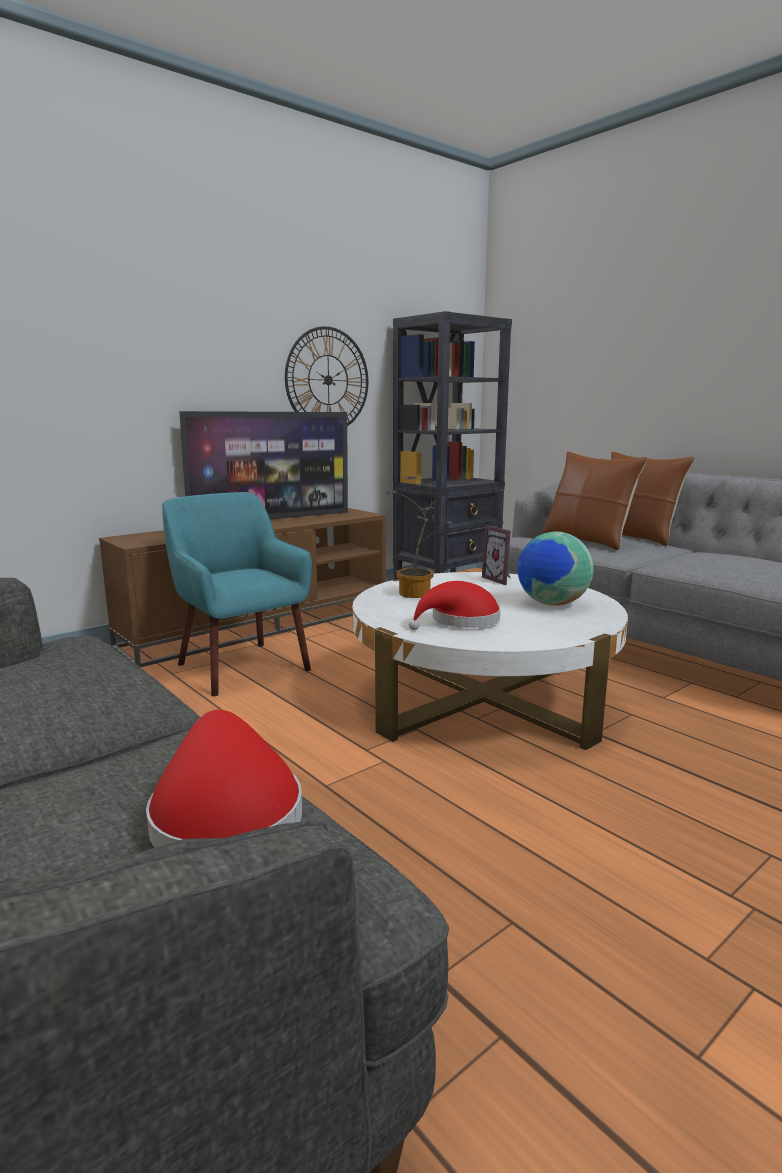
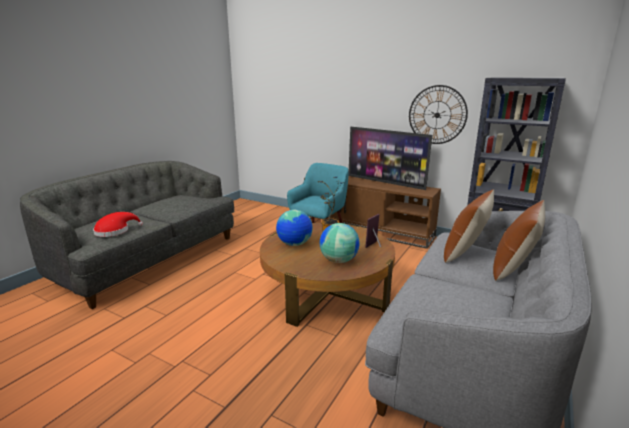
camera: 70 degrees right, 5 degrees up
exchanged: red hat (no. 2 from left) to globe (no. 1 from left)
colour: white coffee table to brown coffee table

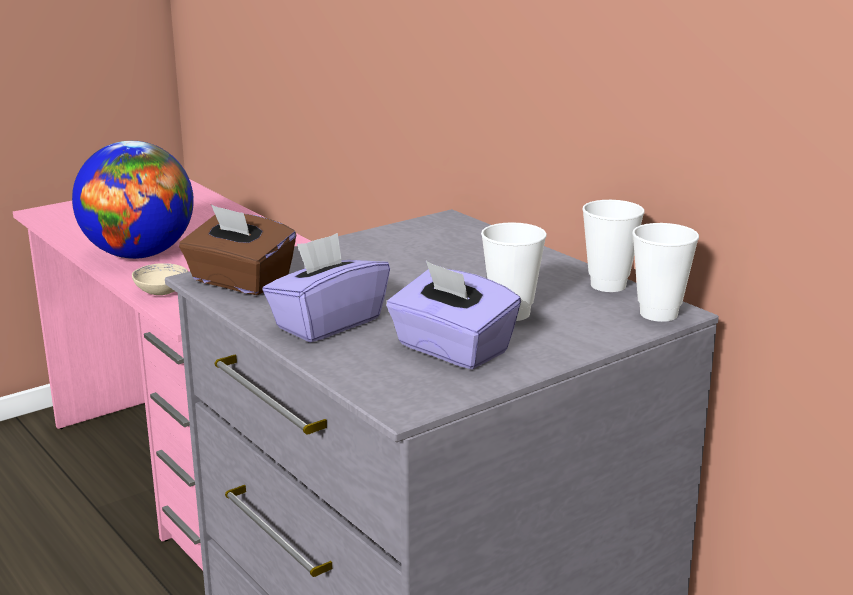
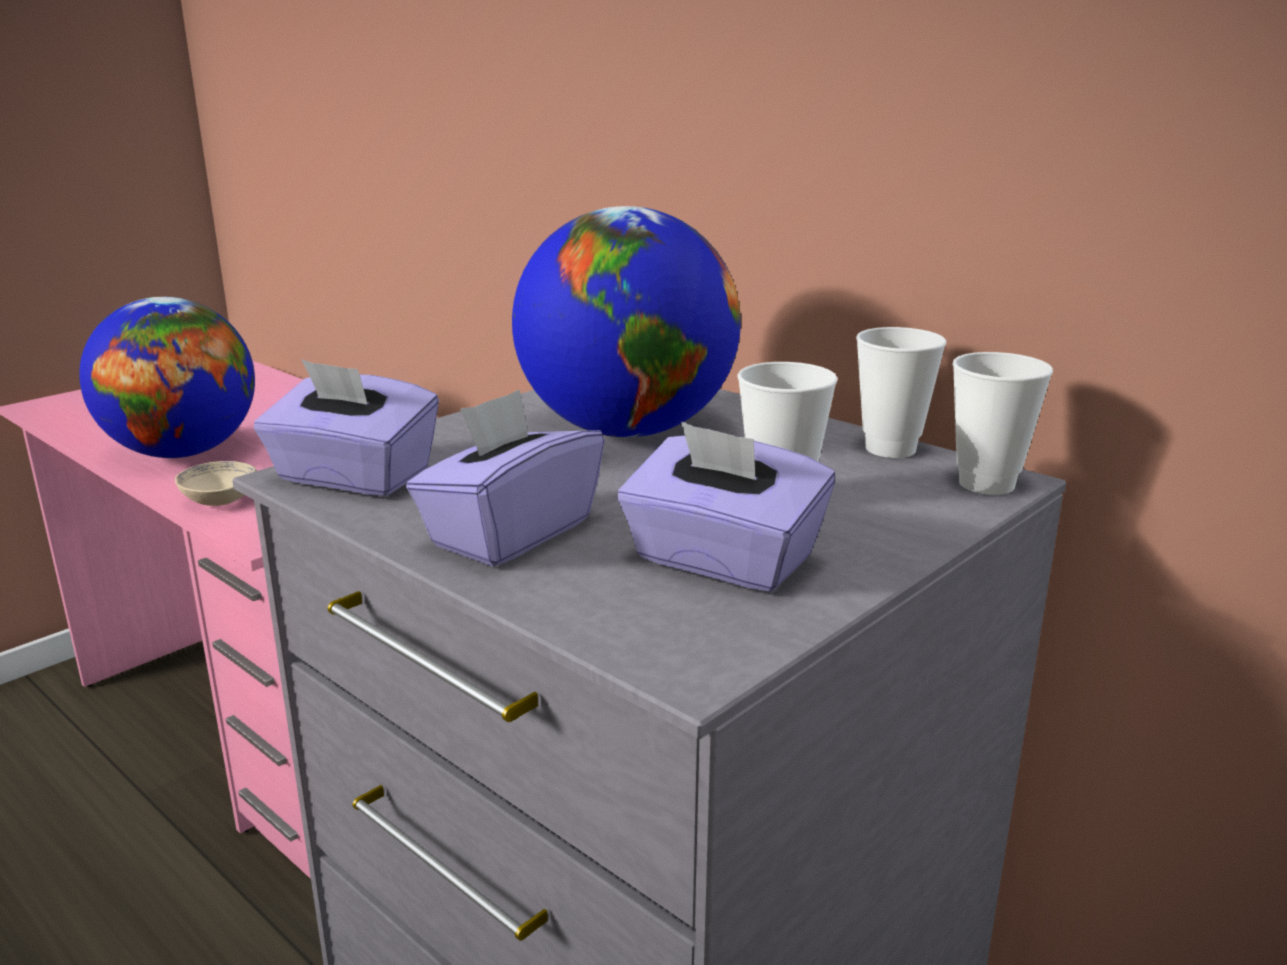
camera: 10 degrees left, 0 degrees up
appeared: globe (no. 2 from left)
colour: brown tissue box to purple tissue box (no. 1 from left)

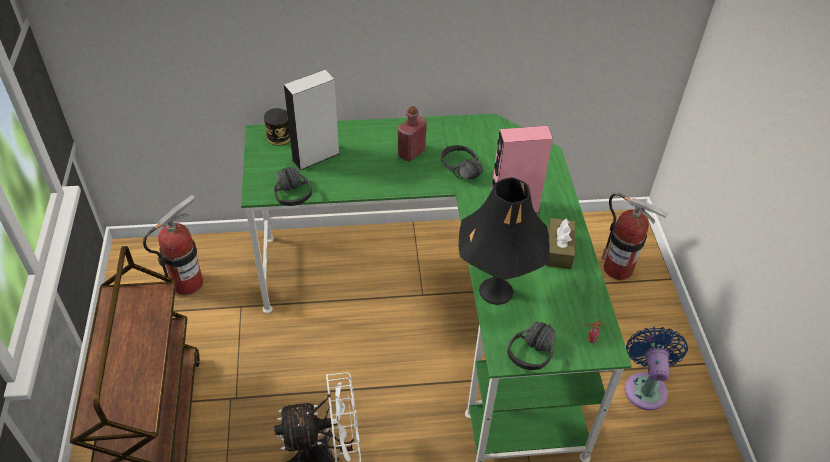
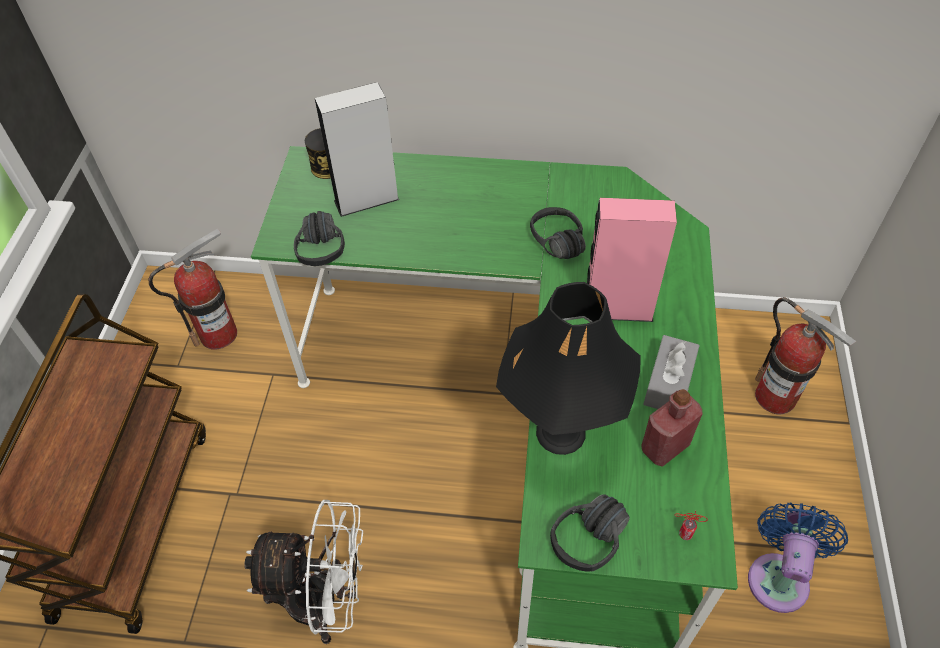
camera: 15 degrees right, 5 degrees up
relocated: red bottle
colour: brown tissue box to grey tissue box

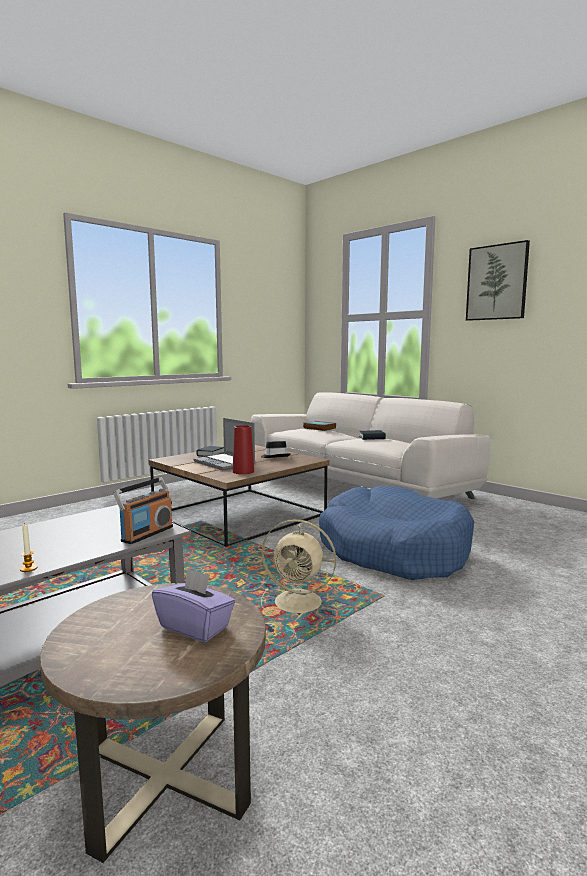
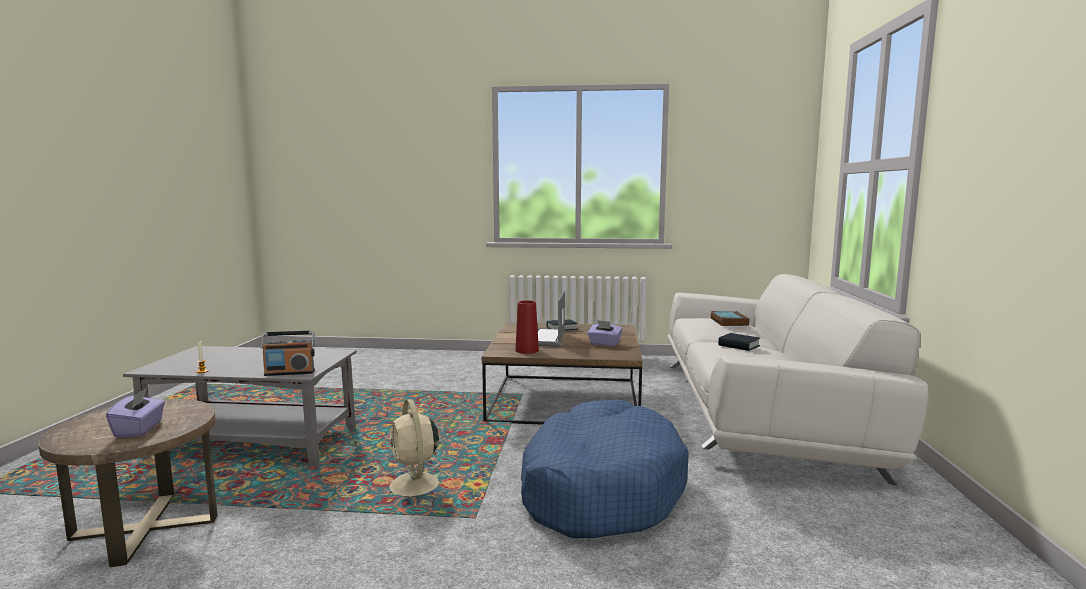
camera: 50 degrees right, 0 degrees up
missing: picture
exchanged: black hat to purple tissue box (no. 2 from left)

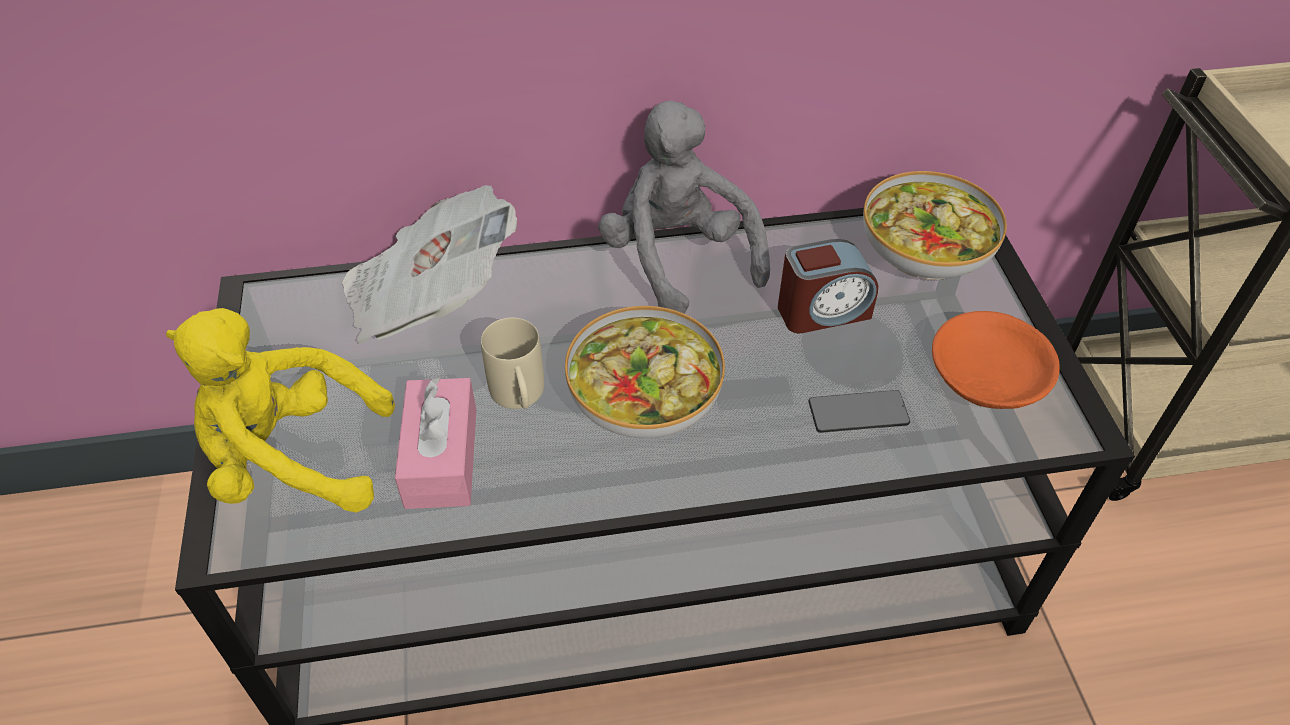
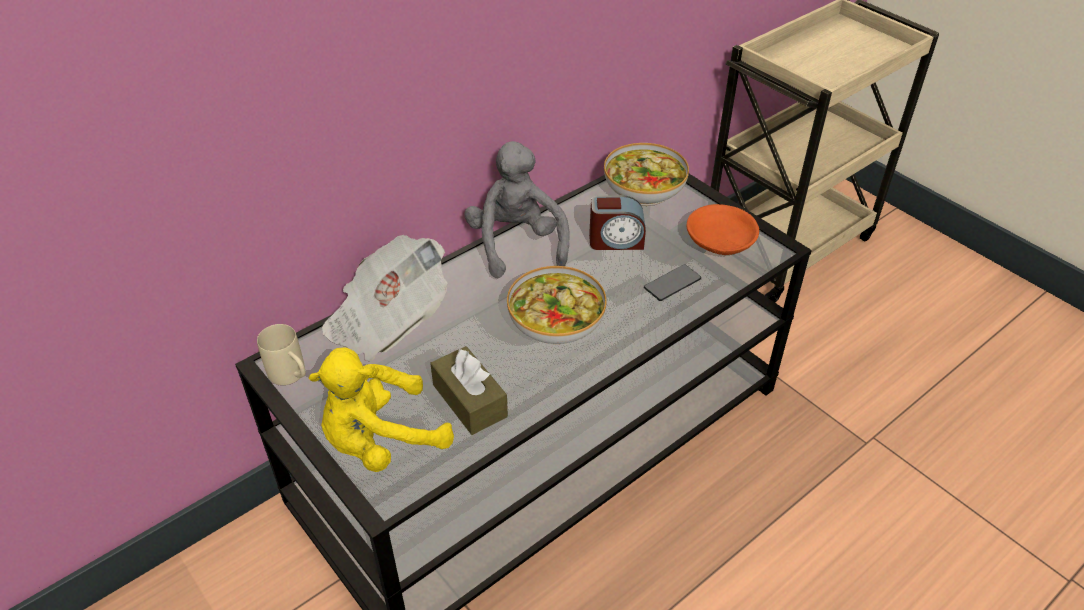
camera: 30 degrees left, 5 degrees down
relocated: beige mug
colour: pink tissue box to brown tissue box
spun: grey plush toy 45 degrees clockwise; alarm clock 45 degrees clockwise

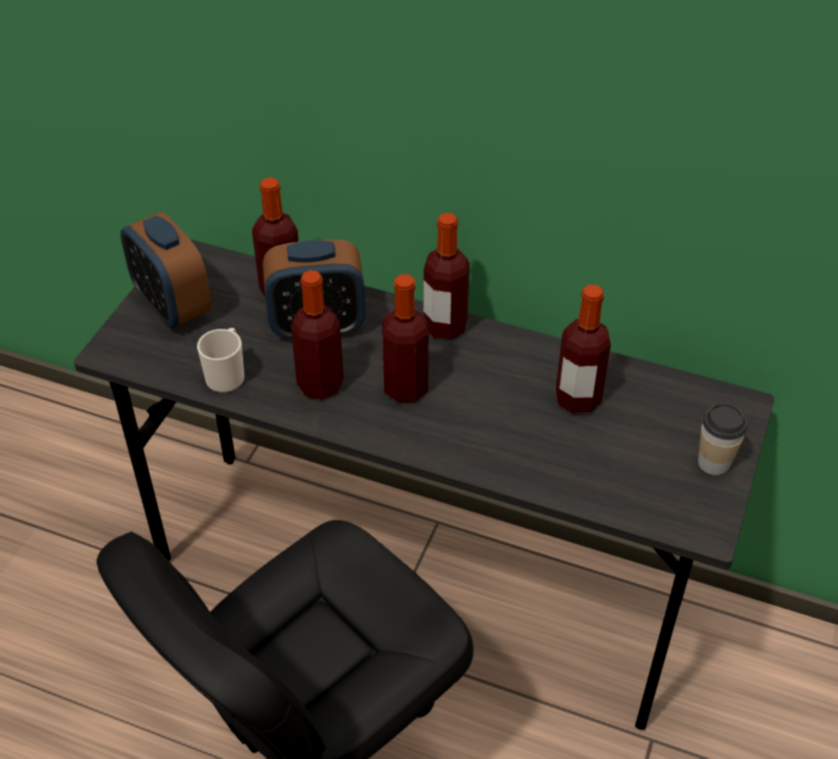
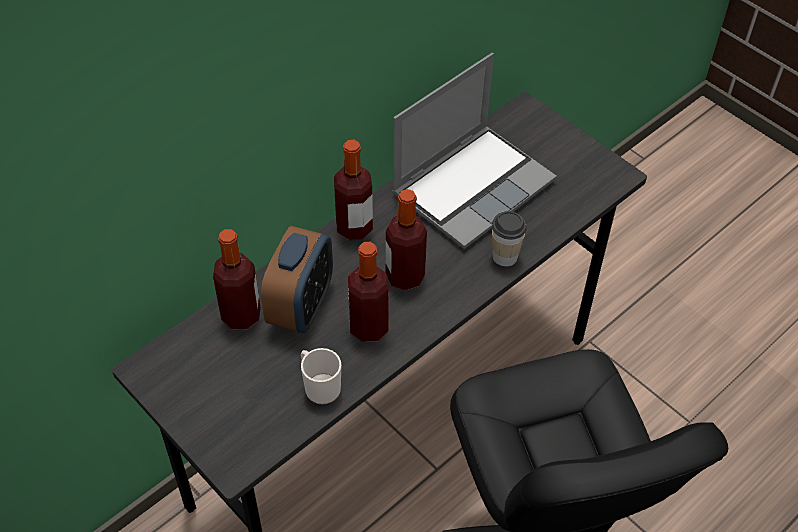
camera: 65 degrees left, 5 degrees up
missing: alarm clock (no. 1 from left)
relocated: cup
exchanged: bottle (no. 5 from left) to laptop

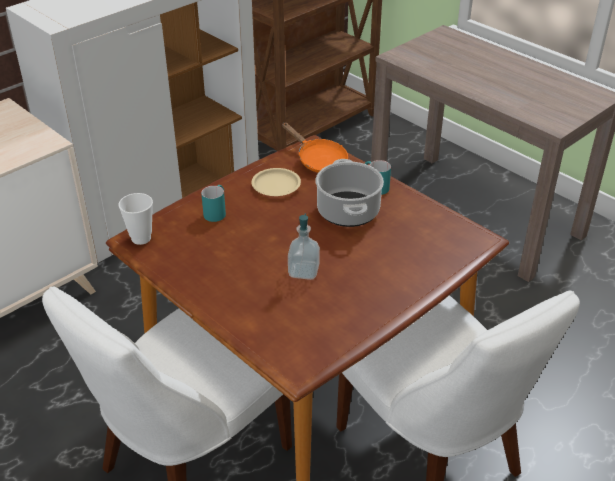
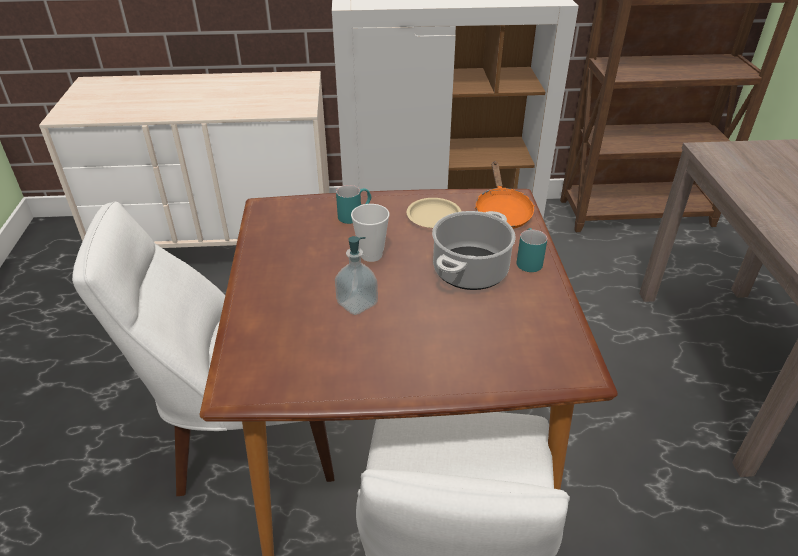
camera: 40 degrees right, 0 degrees up
relocated: cup

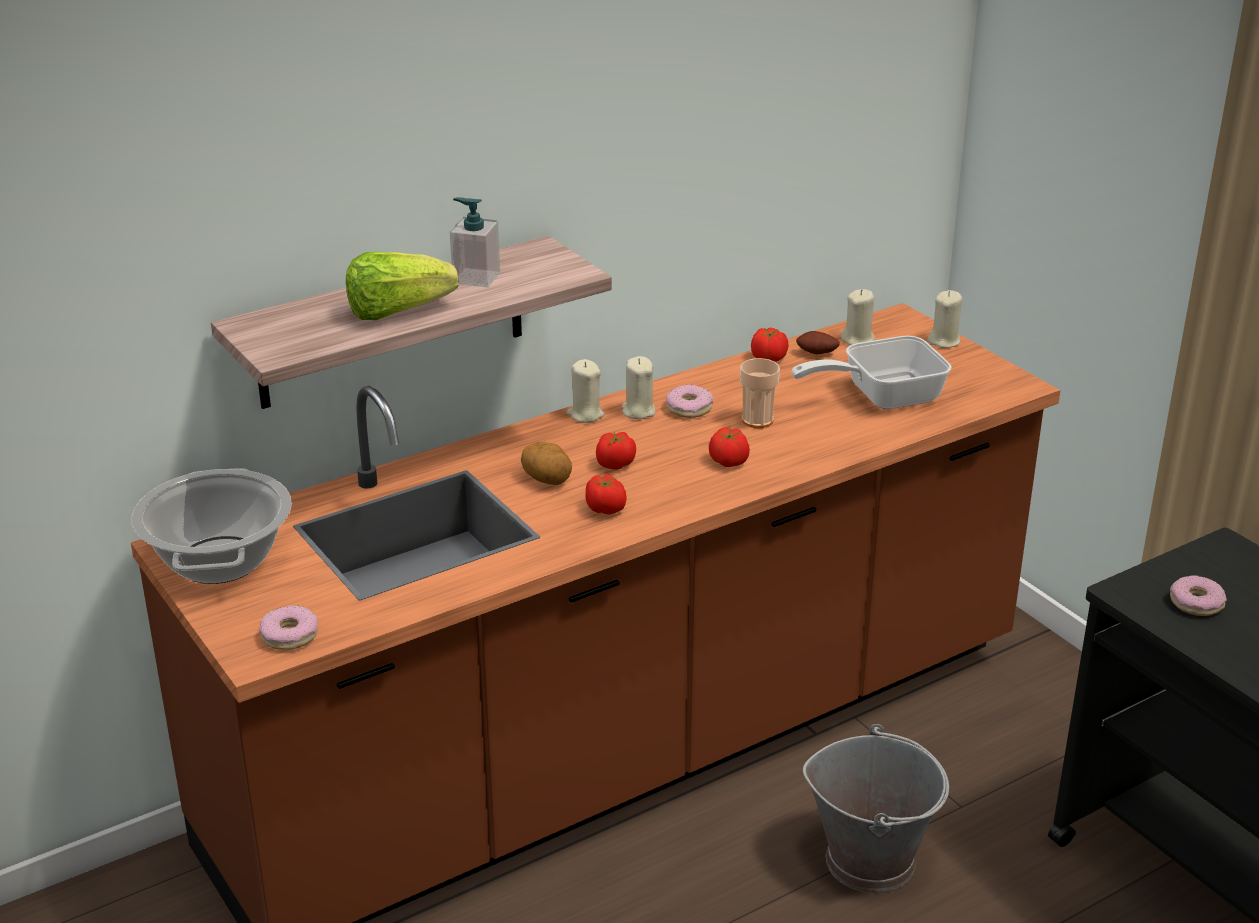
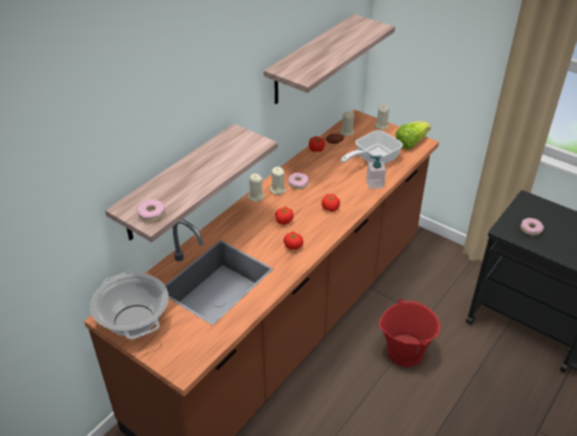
camera: 20 degrees left, 10 degrees up
missing: potato (no. 1 from left); cup
appeared: shelf (no. 2 from left)
relocated: donut (no. 1 from left); lettuce; soap dispenser
colour: grey bucket to red bucket

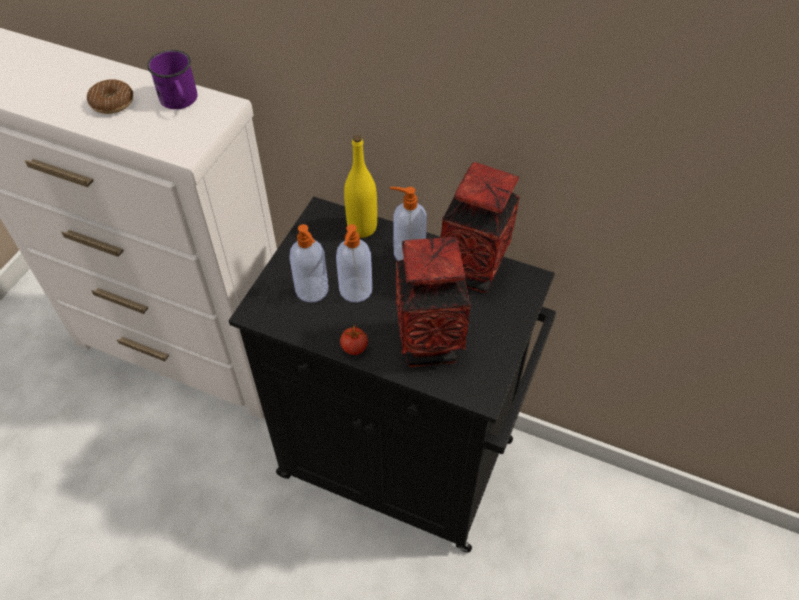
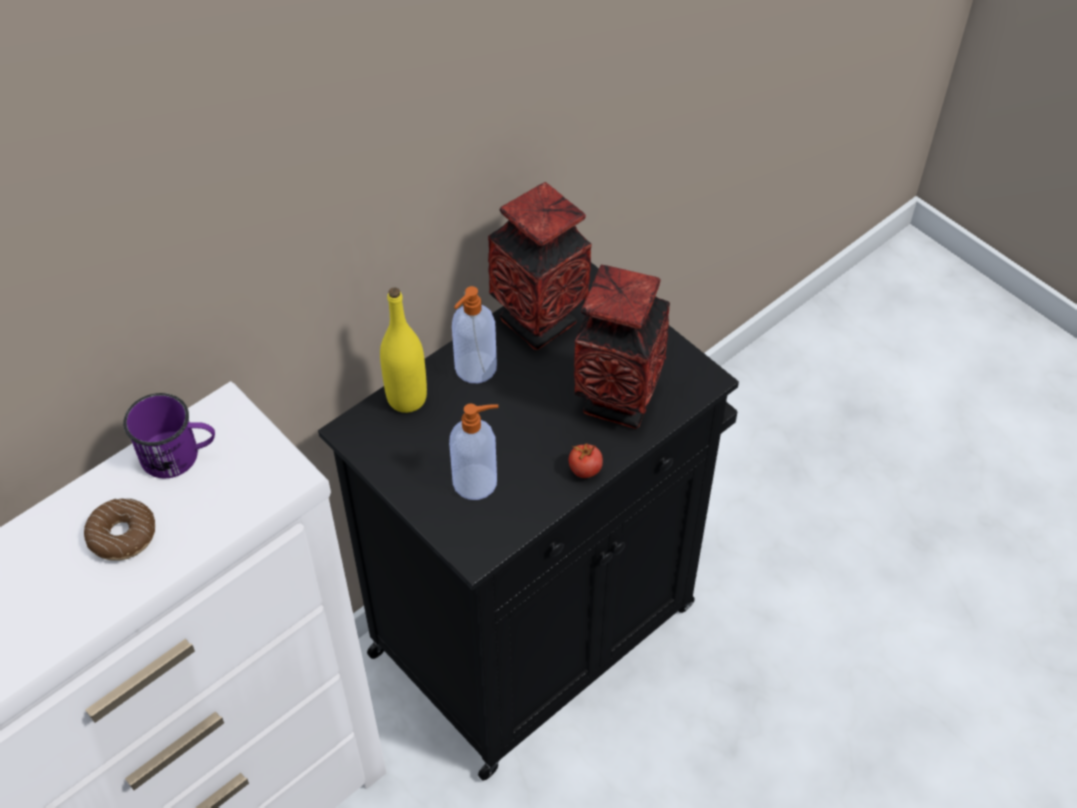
camera: 65 degrees left, 0 degrees up
missing: soap dispenser (no. 2 from left)

